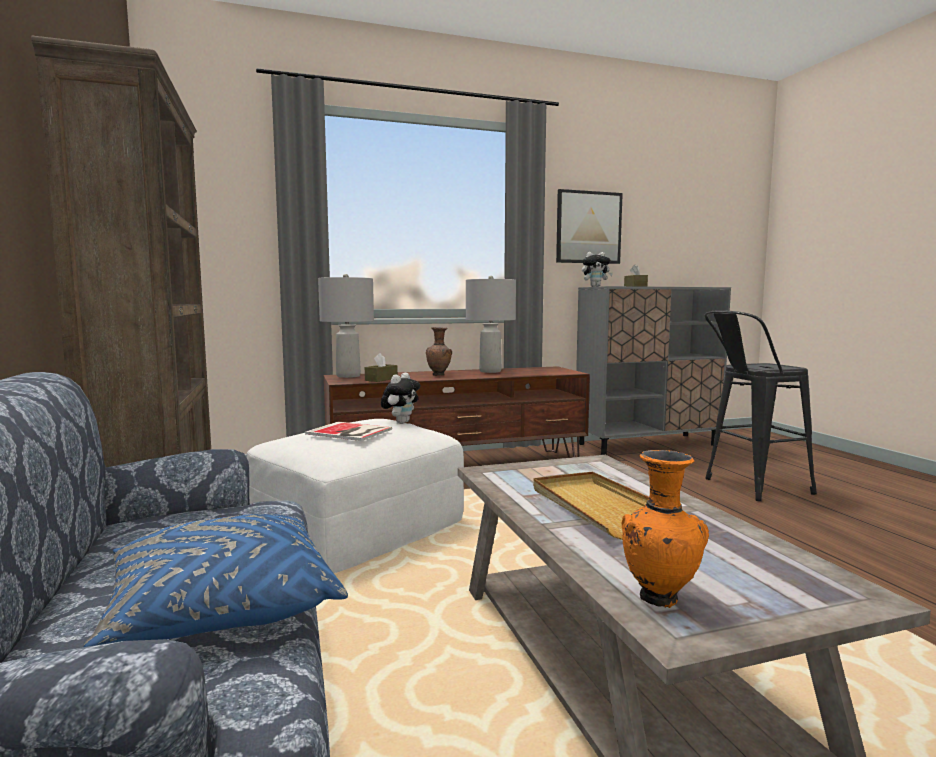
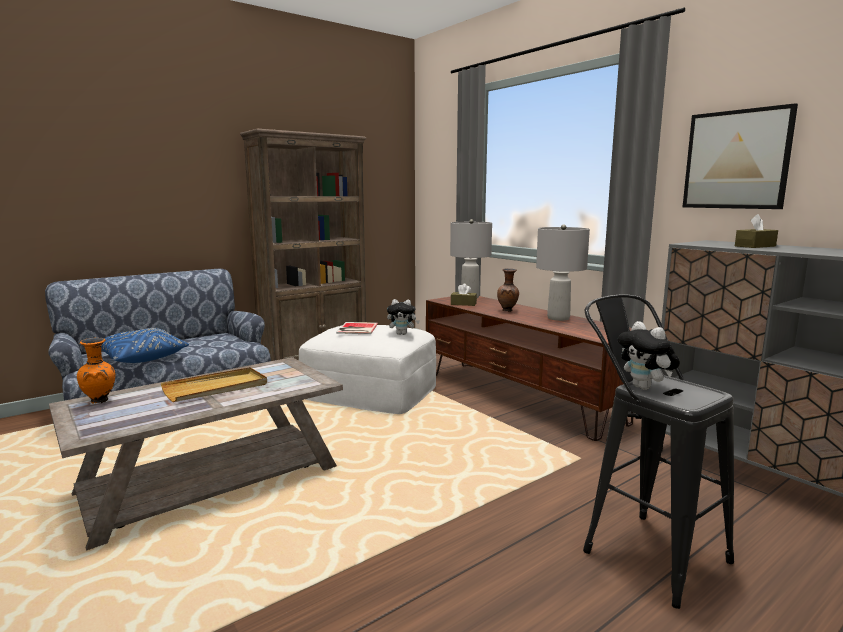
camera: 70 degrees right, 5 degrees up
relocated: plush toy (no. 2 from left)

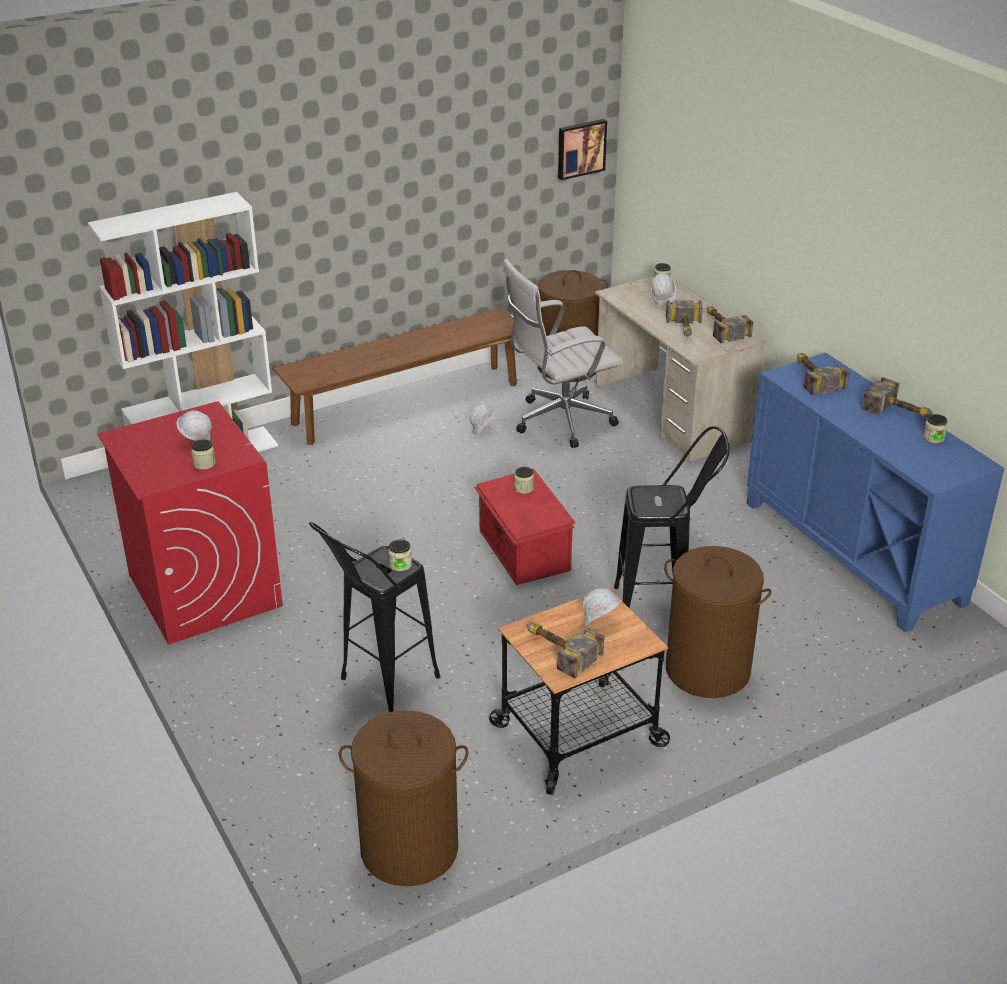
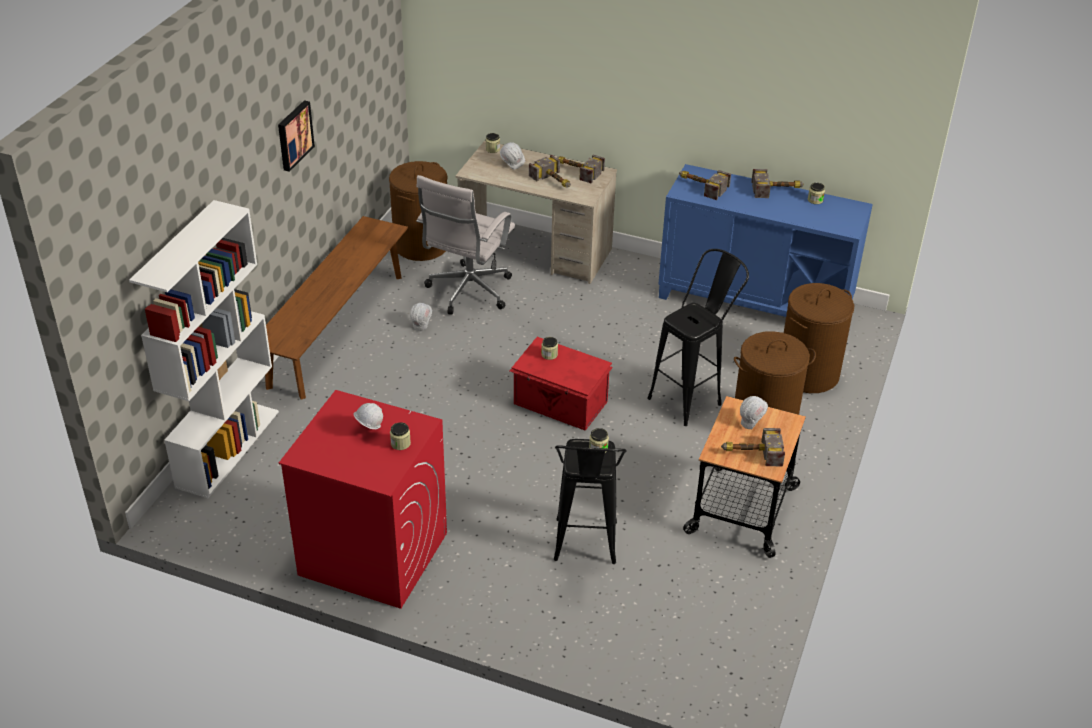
camera: 40 degrees left, 5 degrees up
relocated: brown laundry basket (no. 1 from left in the first image) to brown laundry basket (no. 3 from left); picture

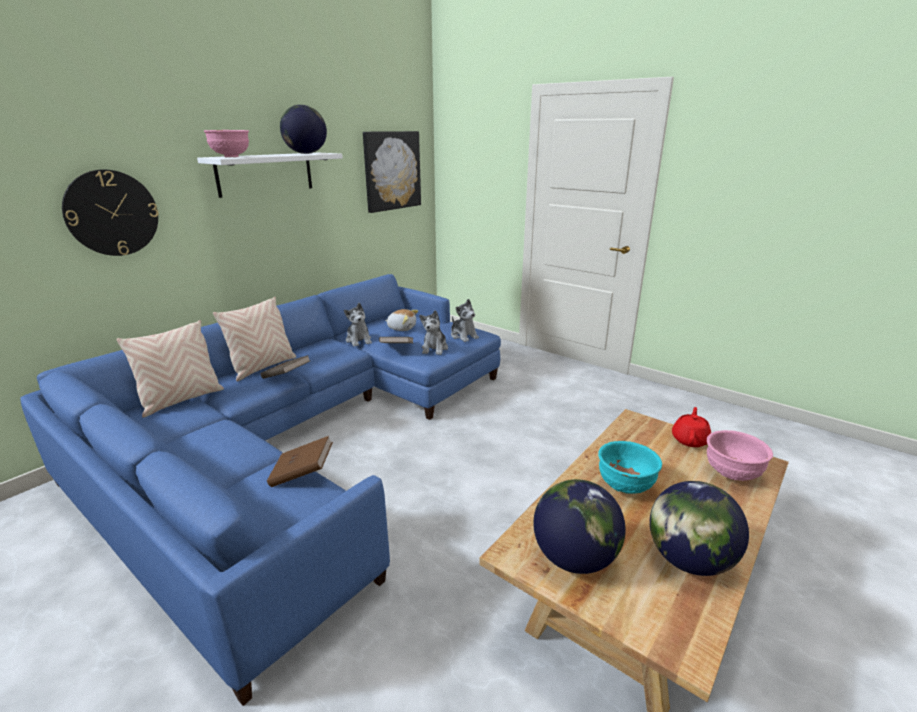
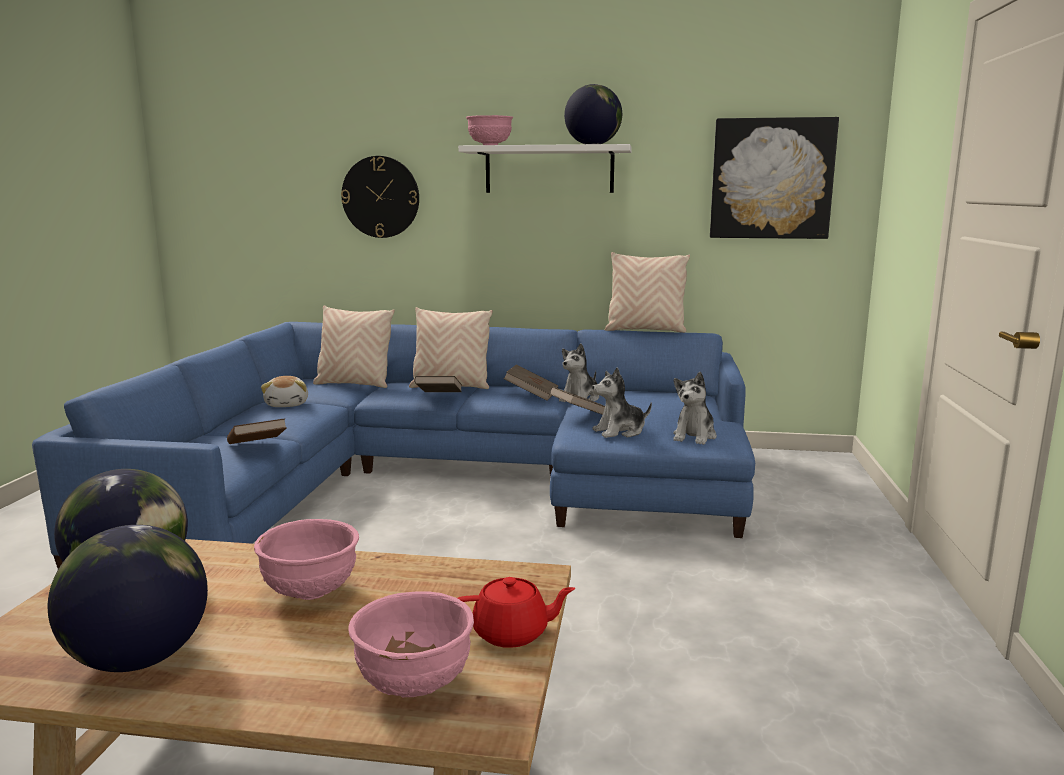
camera: 60 degrees right, 10 degrees down
appeared: brown book (no. 3 from left); beige pillow (no. 3 from left)
relocated: plush toy (no. 2 from left in the first image) to plush toy (no. 1 from left)
colour: turquoise bowl to pink bowl (no. 1 from left)

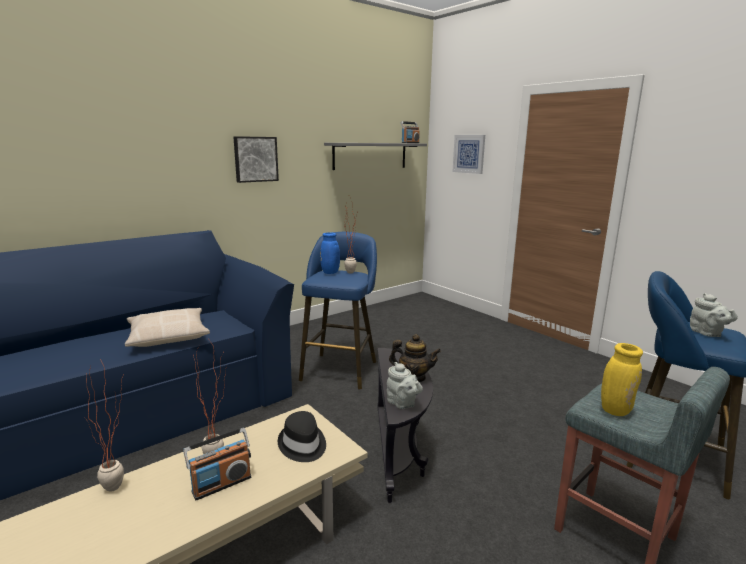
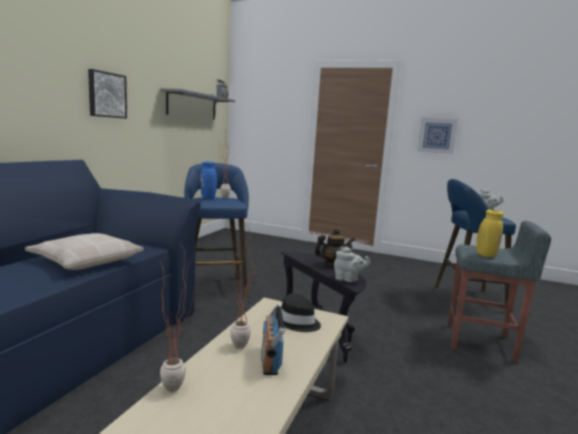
camera: 30 degrees left, 5 degrees down
relocated: picture (no. 2 from left)
spun: radio (no. 1 from left in the first image) 150 degrees clockwise

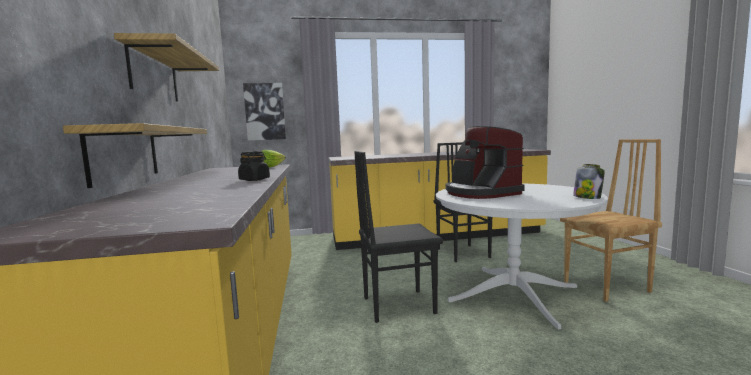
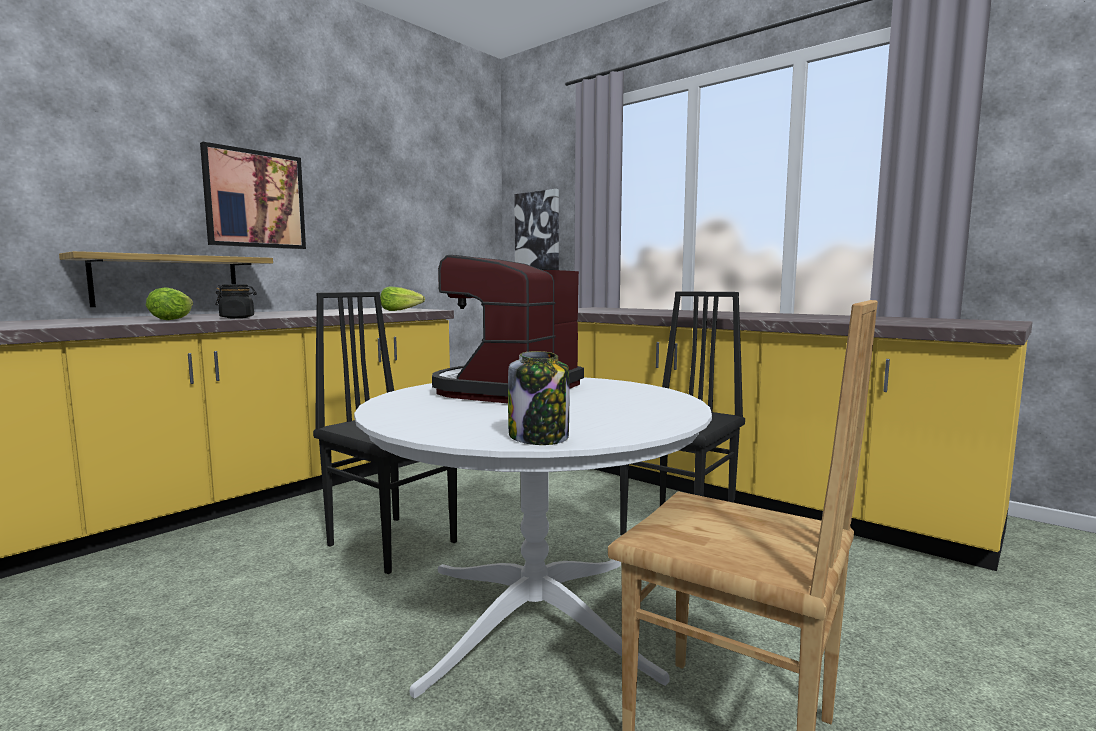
camera: 50 degrees right, 0 degrees up
appeared: lettuce (no. 1 from left)
exchanged: shelf (no. 2 from left) to picture (no. 1 from left)

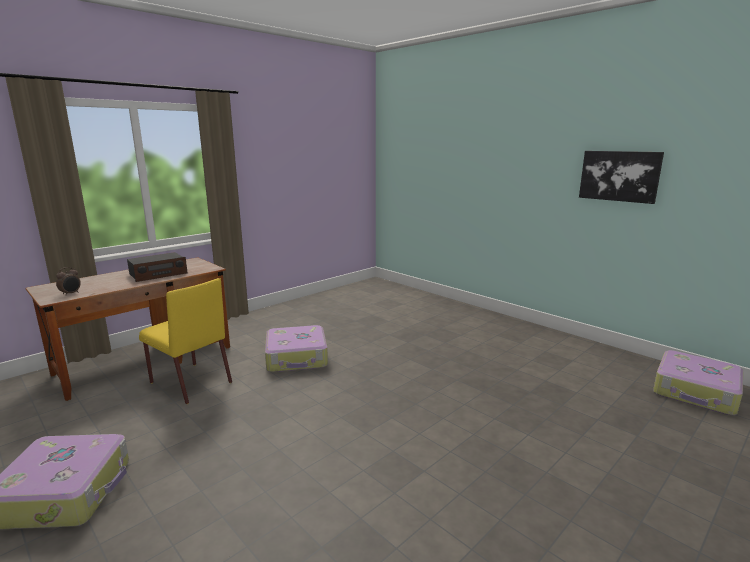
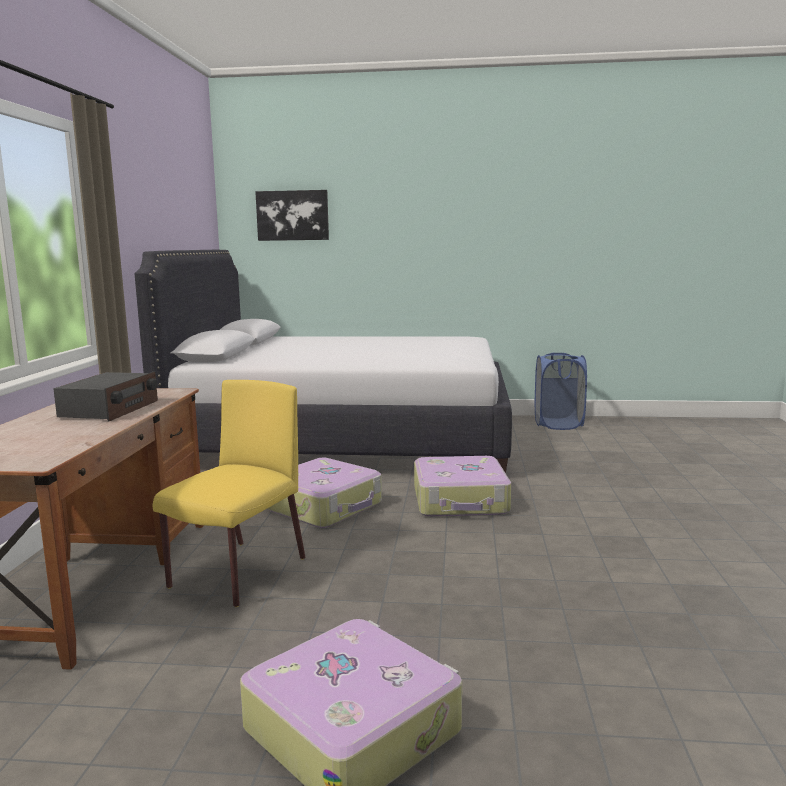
camera: 40 degrees left, 5 degrees down
missing: alarm clock
appeared: white bed; blue laundry basket
relocated: picture; suitcase (no. 3 from left)
spun: yellow chair 60 degrees counterclockwise

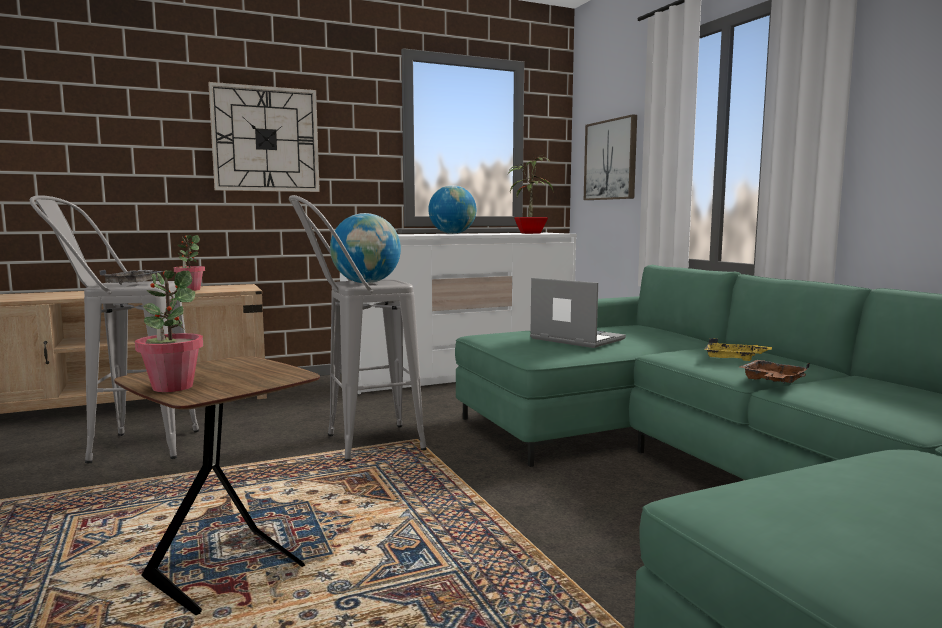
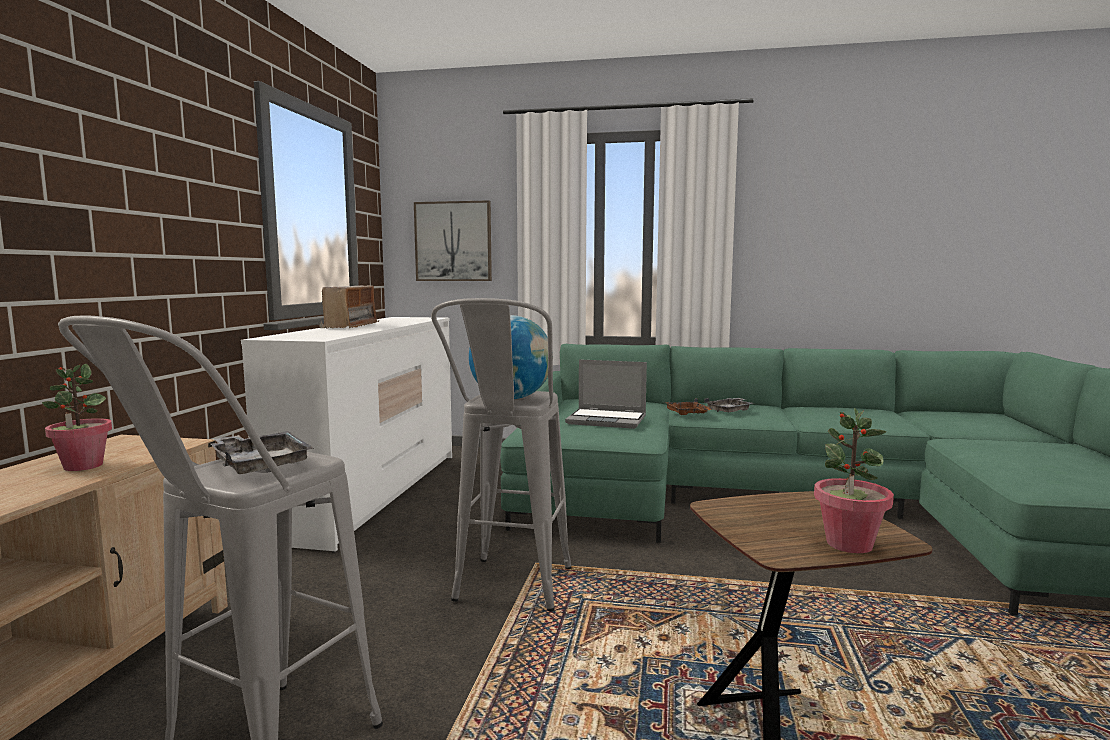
camera: 55 degrees left, 0 degrees up
missing: wall clock; potted plant (no. 3 from left)
relocated: brown tray
exchanged: globe (no. 2 from left) to radio
colour: yellow tray to grey tray (no. 2 from left)
spun: laptop 150 degrees counterclockwise

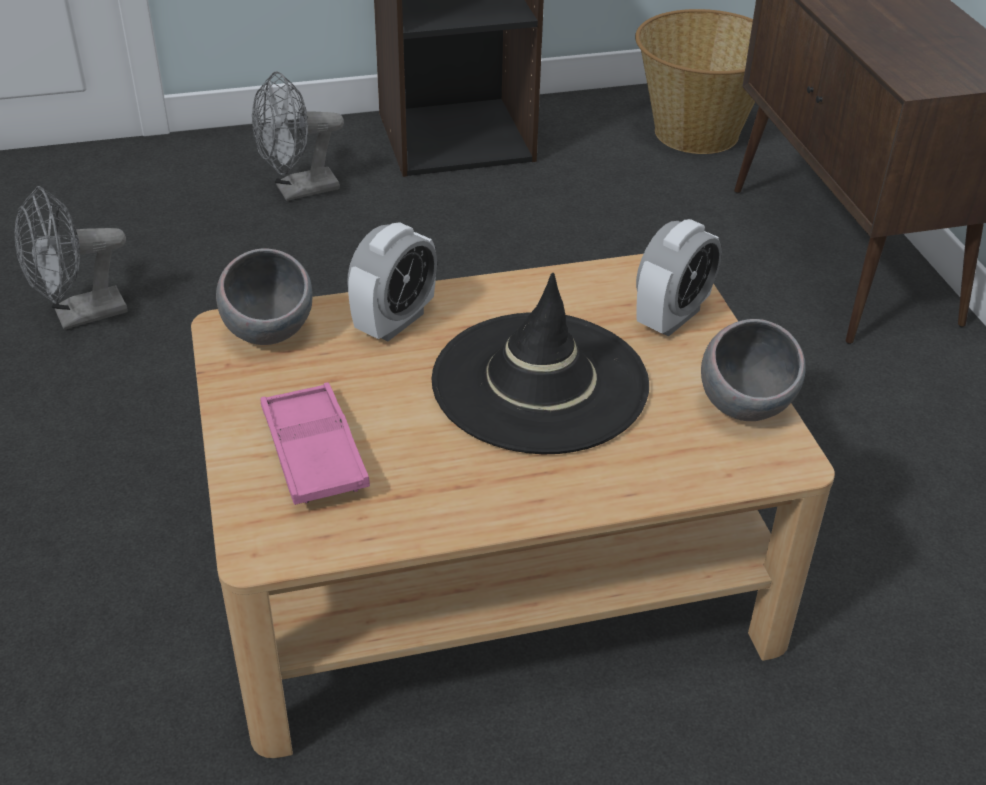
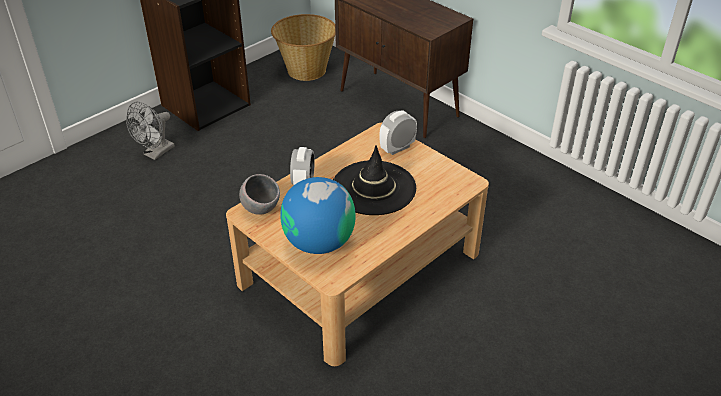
camera: 30 degrees left, 0 degrees up
missing: grey fan (no. 1 from left); grey bowl (no. 2 from left)
exchanged: pink tray to globe
spun: alarm clock (no. 2 from left) 135 degrees counterclockwise

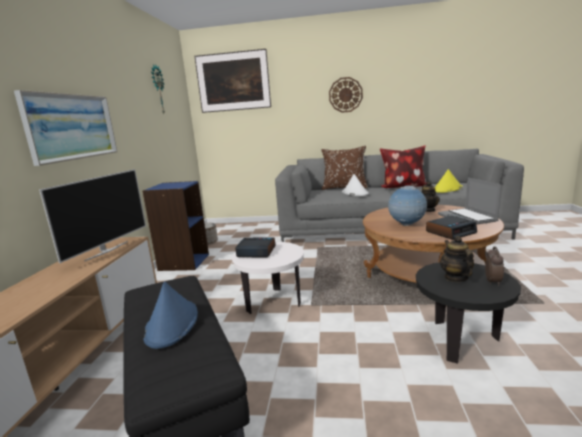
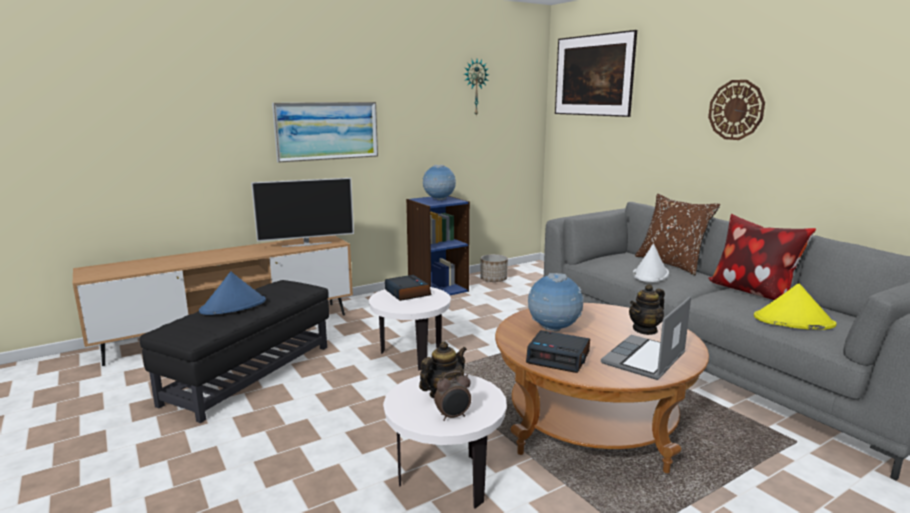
camera: 50 degrees right, 0 degrees up
appeared: globe (no. 1 from left)
colour: black side table to white side table (no. 2 from left)

